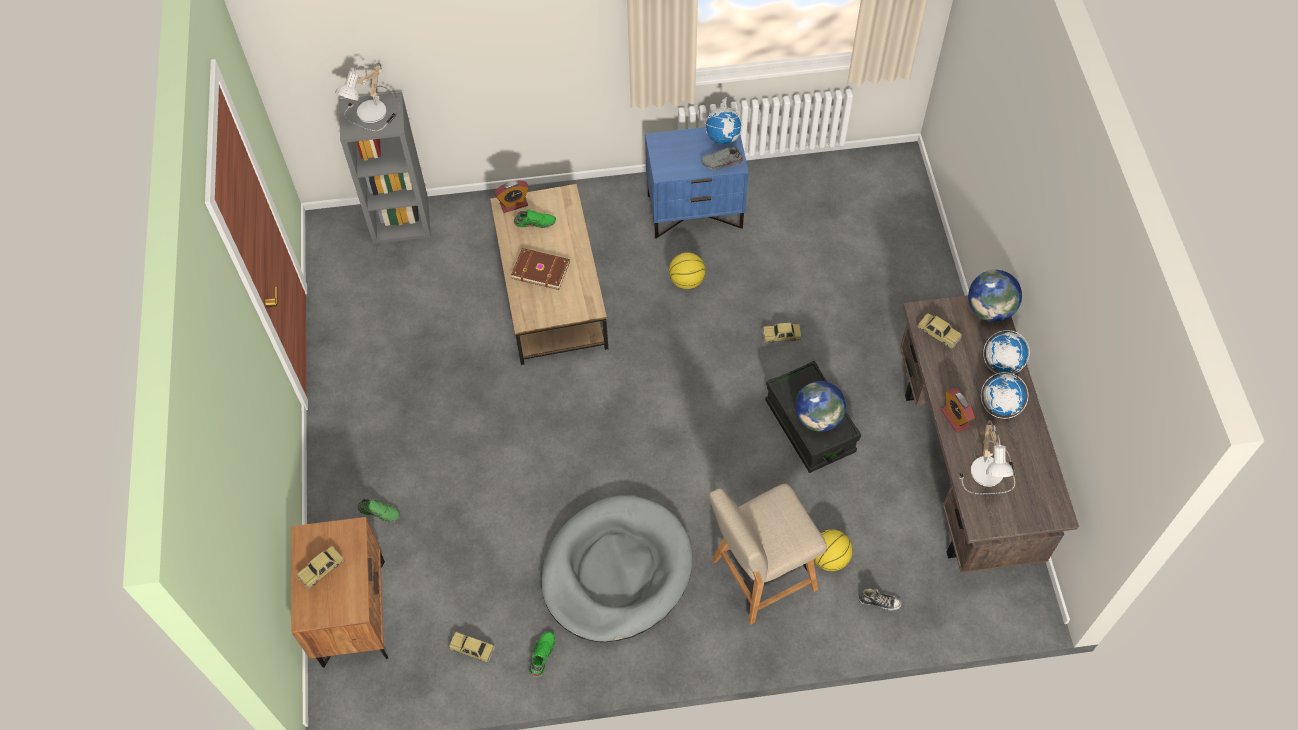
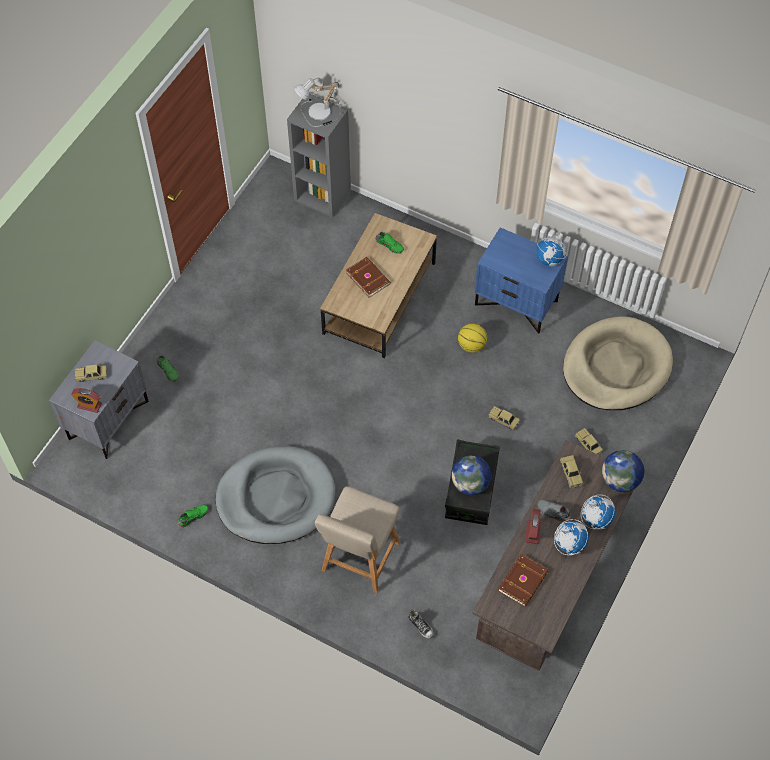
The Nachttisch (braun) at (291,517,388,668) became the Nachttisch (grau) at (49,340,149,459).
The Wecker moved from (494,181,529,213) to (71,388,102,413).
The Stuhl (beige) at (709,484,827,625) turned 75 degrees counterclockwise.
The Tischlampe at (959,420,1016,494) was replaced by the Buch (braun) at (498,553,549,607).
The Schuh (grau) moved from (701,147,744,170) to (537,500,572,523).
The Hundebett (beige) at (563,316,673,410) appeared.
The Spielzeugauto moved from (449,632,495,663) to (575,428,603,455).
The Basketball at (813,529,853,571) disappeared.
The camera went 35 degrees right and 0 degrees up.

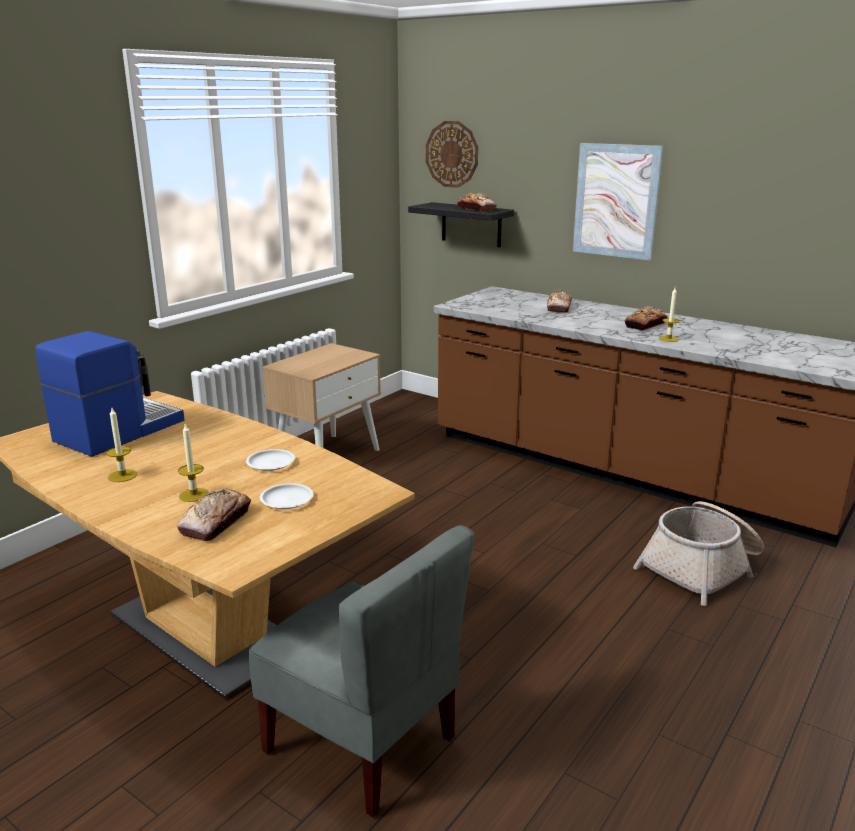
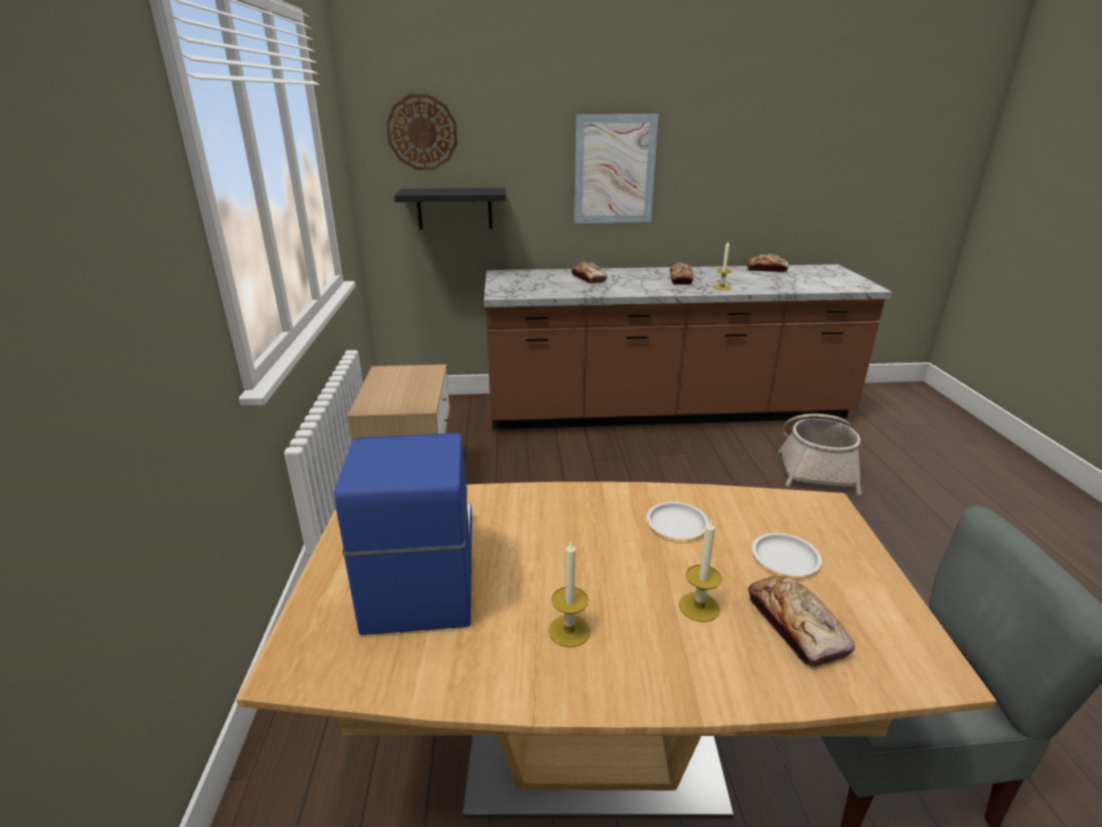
The Brot moved from (457,193,497,211) to (747,254,789,272).
The camera went 40 degrees left and 5 degrees up.

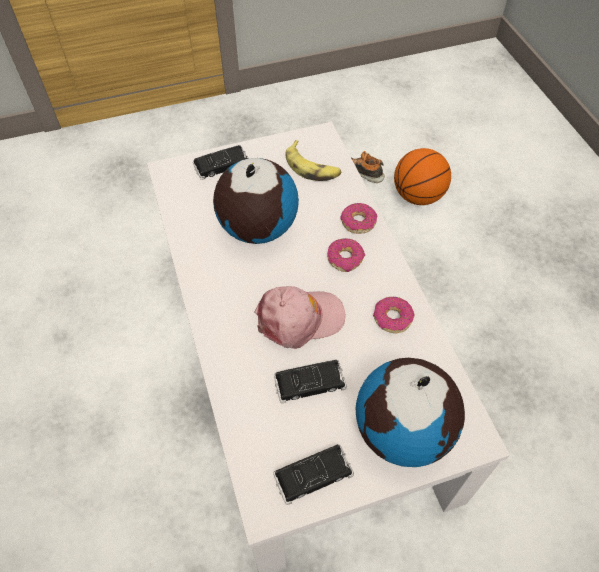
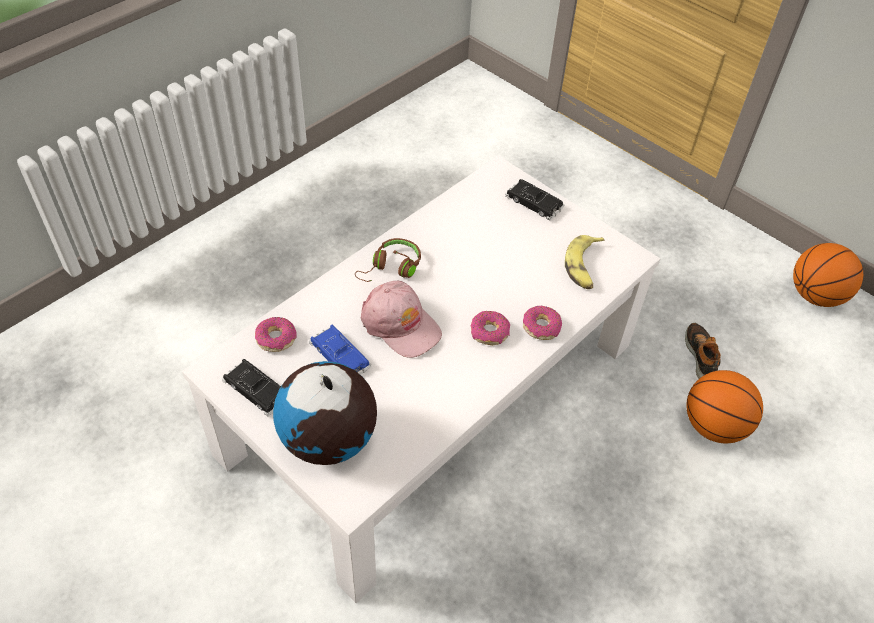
The Donut moved from (373,297,414,333) to (255,317,297,352).
The Spielzeugauto (schwarz) at (274,360,347,403) became the Spielzeugauto (blau) at (309,325,371,374).
The Kopfhörer (braun) at (355,238,421,282) appeared.
The Basketball at (793,243,863,307) appeared.
The Globus at (213,158,299,244) disappeared.
The camera went 60 degrees right and 5 degrees down.

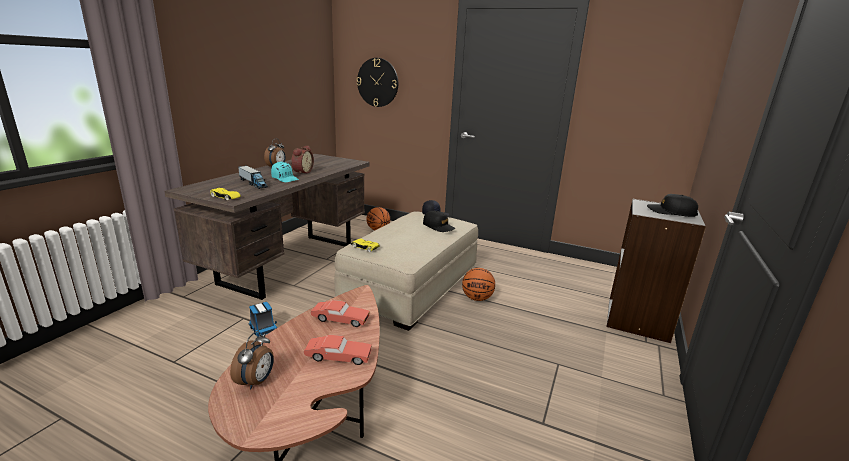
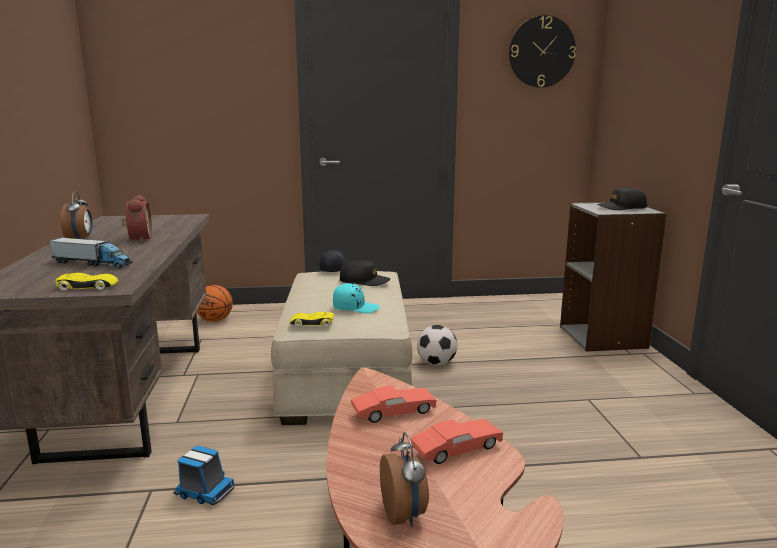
The Kappe (türkis) moved from (271,162,299,182) to (333,283,380,313).
The Basketball at (462,268,495,301) was replaced by the Fußball at (417,325,457,366).
The Wanduhr moved from (357,58,398,107) to (509,15,576,88).
The camera went 30 degrees left and 5 degrees down.

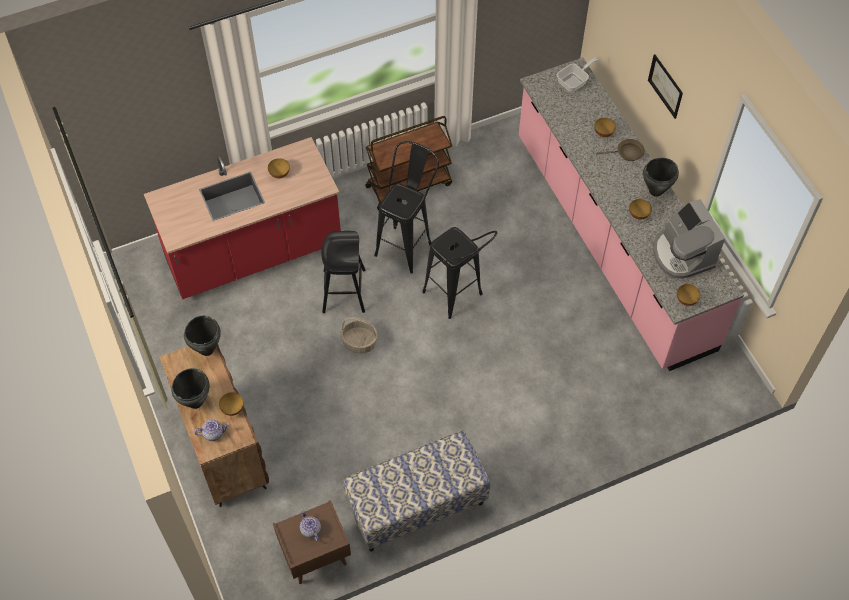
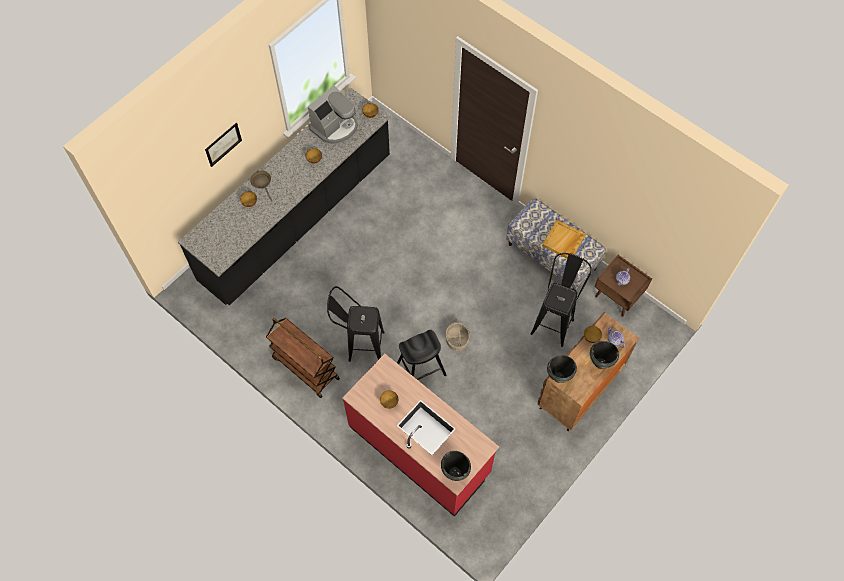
The Küchenzeile (rosa) at (519,57,744,371) became the Küchenzeile (schwarz) at (178,88,391,306).
The Kochtopf (schwarz) moved from (643,158,679,197) to (441,451,471,481).
The Hocker (schwarz) moved from (422,227,497,319) to (531,253,592,347).
The Tablett (beige) at (542,220,586,258) appeared.
The Pfanne at (557,57,598,92) disappeared.
The camera went 115 degrees left and 5 degrees up.

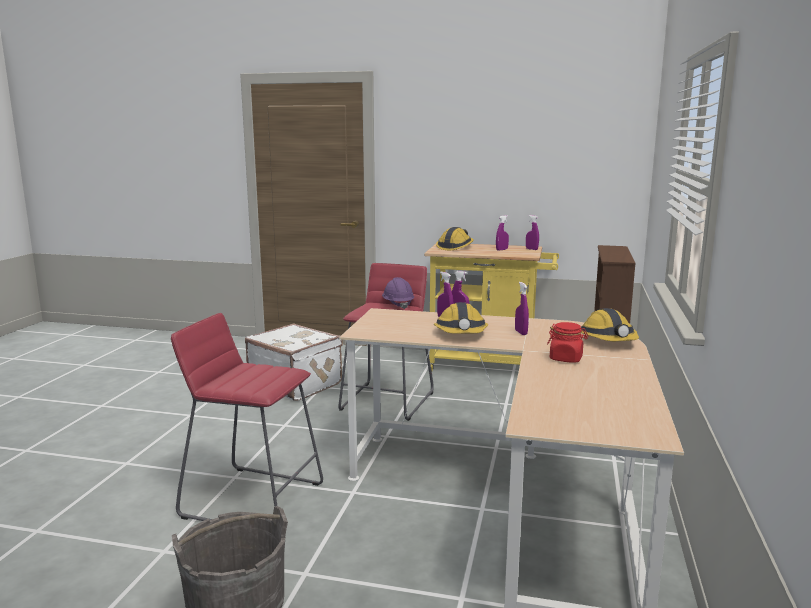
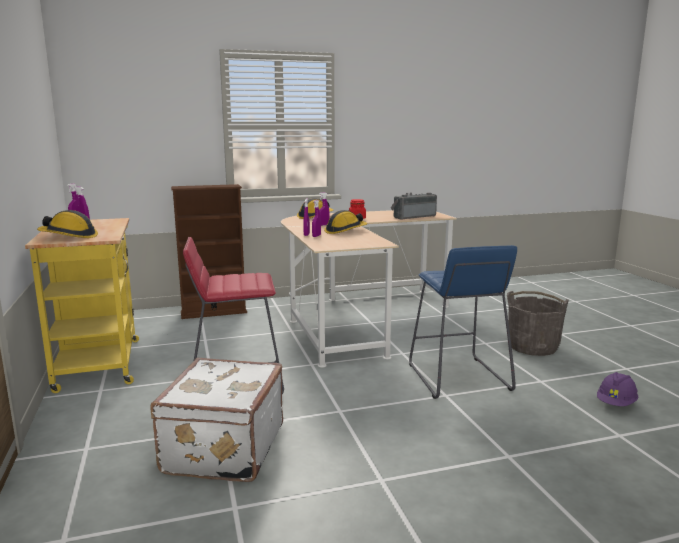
The Radio at (391,192,437,220) appeared.
The Hocker (rot) at (171,313,323,521) became the Hocker (blau) at (409,245,517,399).
The Schutzhelm (lila) moved from (382,277,414,309) to (597,372,638,406).
The camera went 120 degrees left and 0 degrees up.

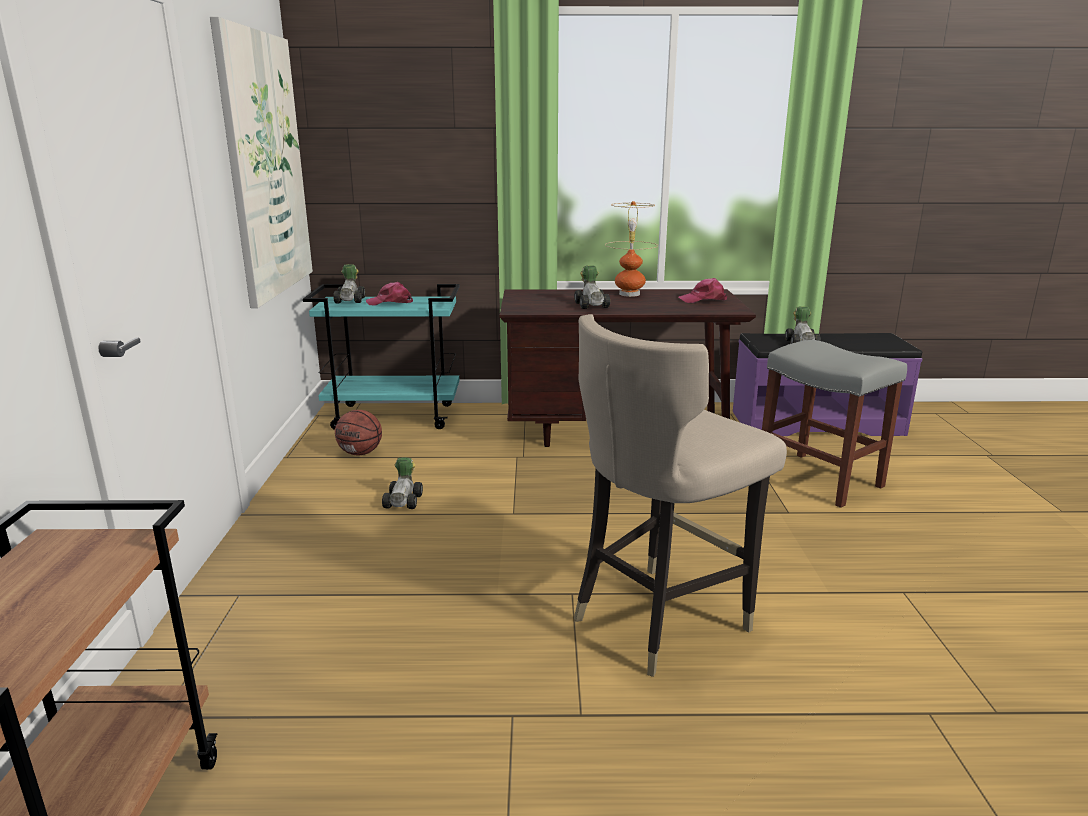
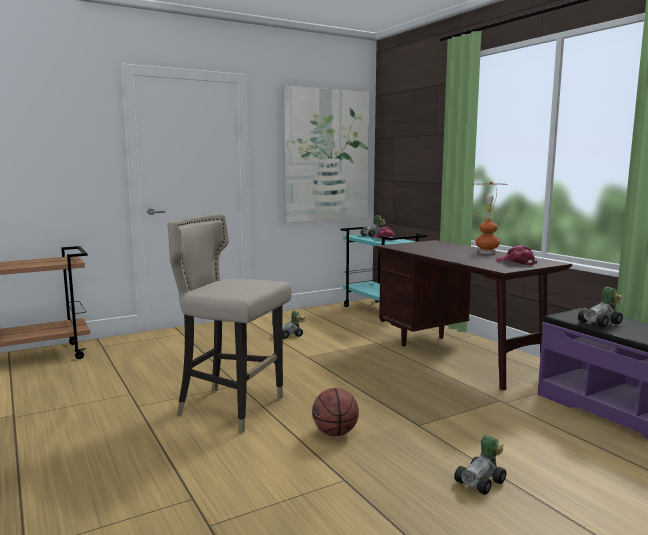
The Basketball moved from (335,410,382,455) to (312,388,359,436).
The Spielzeugauto moved from (574,265,610,309) to (454,435,506,495).
The Hocker (grau) at (762,340,907,508) disappeared.
The camera went 60 degrees right and 10 degrees down.

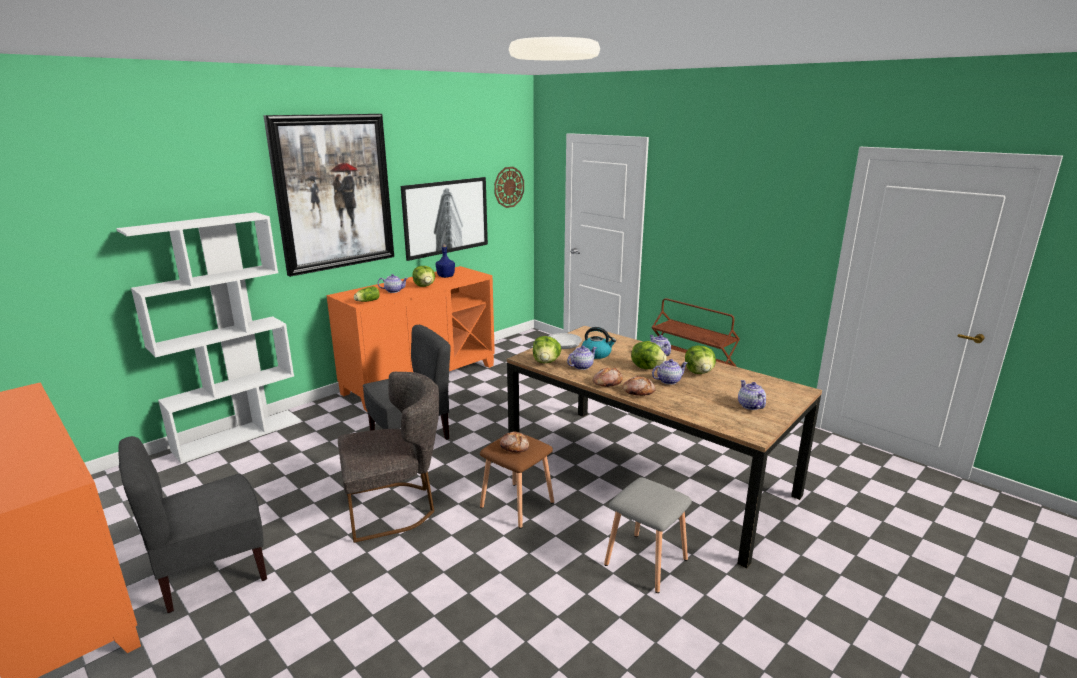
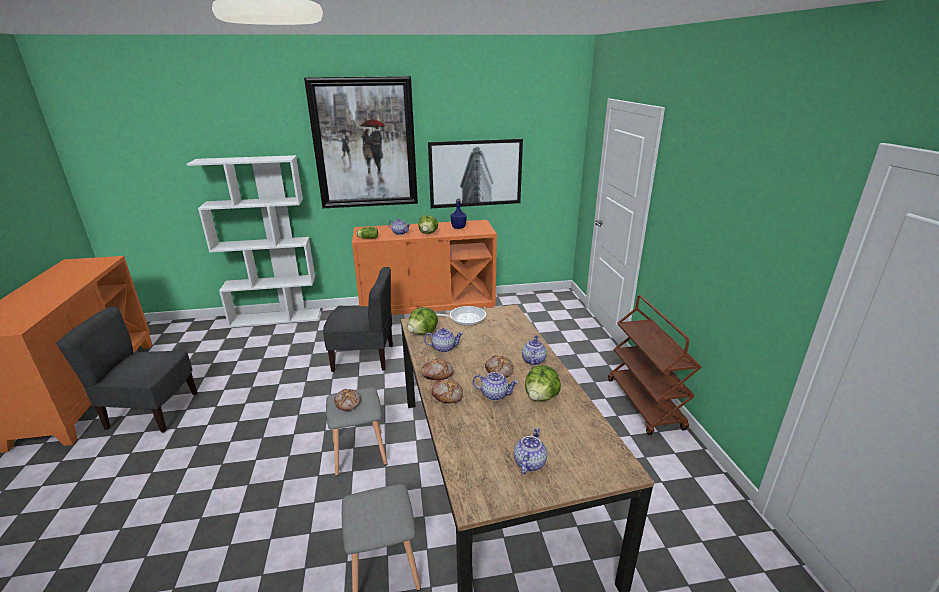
The Hocker (braun) at (480,431,554,529) became the Hocker (grau) at (326,387,388,476).
The Salatkopf at (631,341,667,369) was replaced by the Brot at (485,355,514,378).
The Stuhl (grau) at (338,372,439,543) disappeared.
The Wanduhr at (494,167,524,208) disappeared.
The Wasserkessel at (582,327,616,359) disappeared.
The camera went 35 degrees right and 5 degrees up.

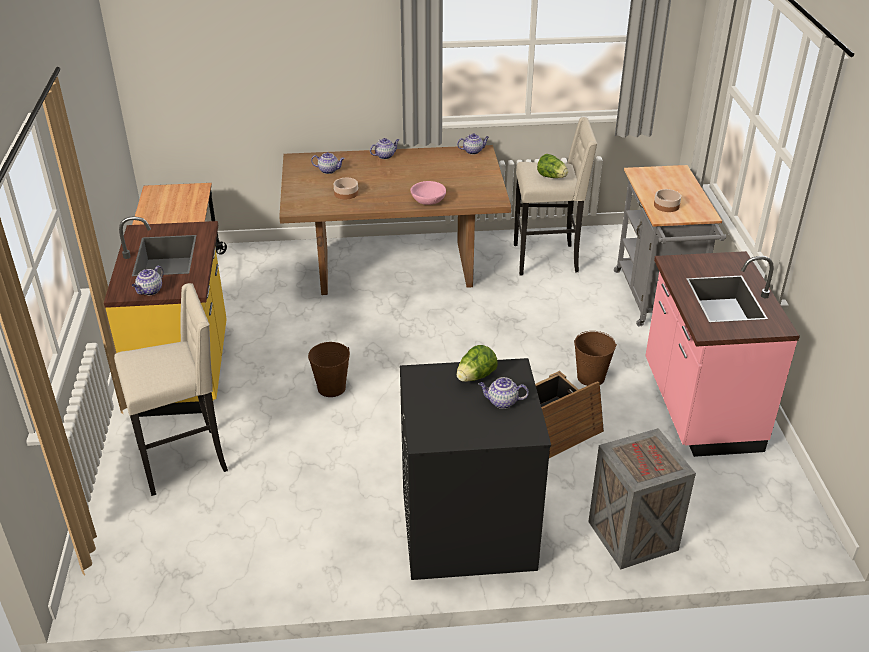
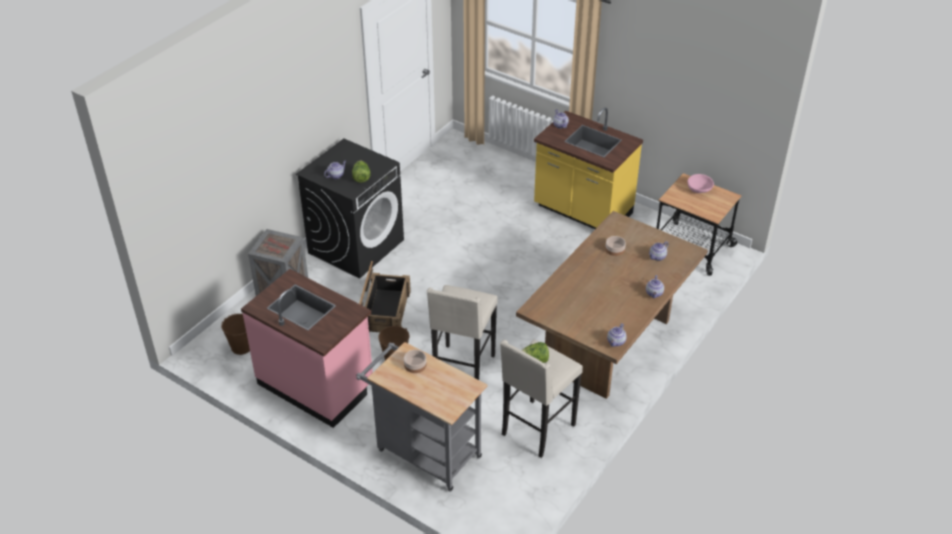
The Eimer (braun) moved from (308,342,350,397) to (221,313,250,355).
The Hocker (beige) moved from (114,283,228,496) to (427,285,498,380).
The Schüssel (rosa) moved from (410,181,446,205) to (687,174,714,193).
The camera went 130 degrees right and 5 degrees up.

